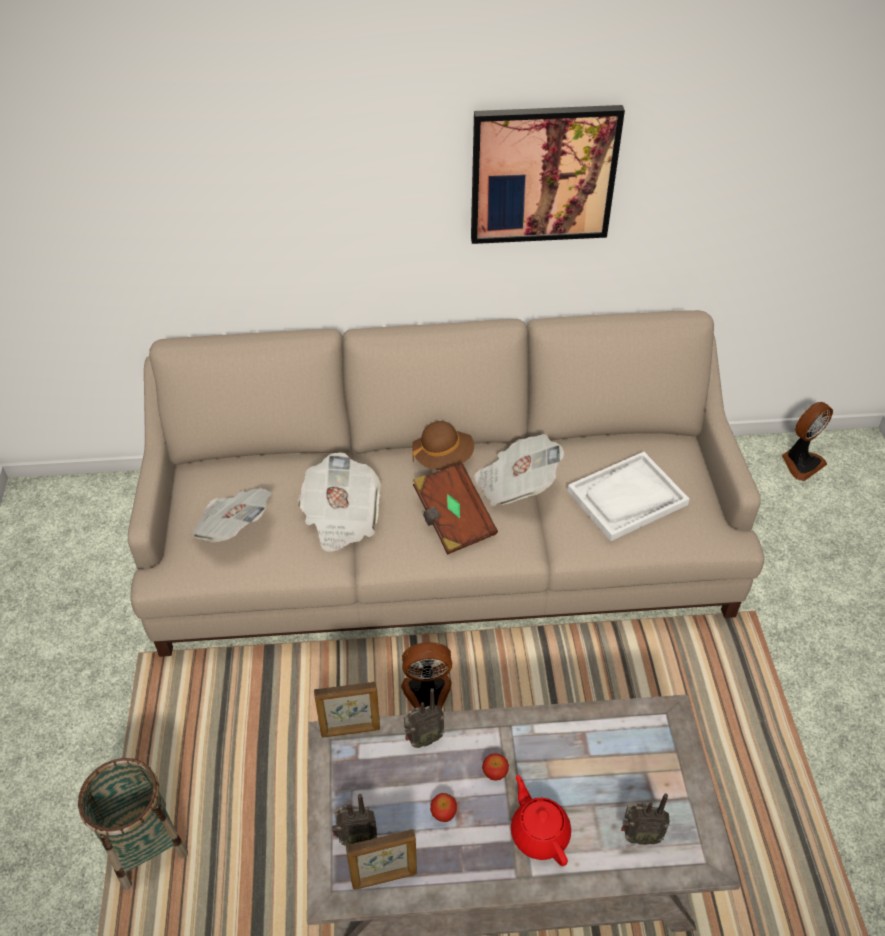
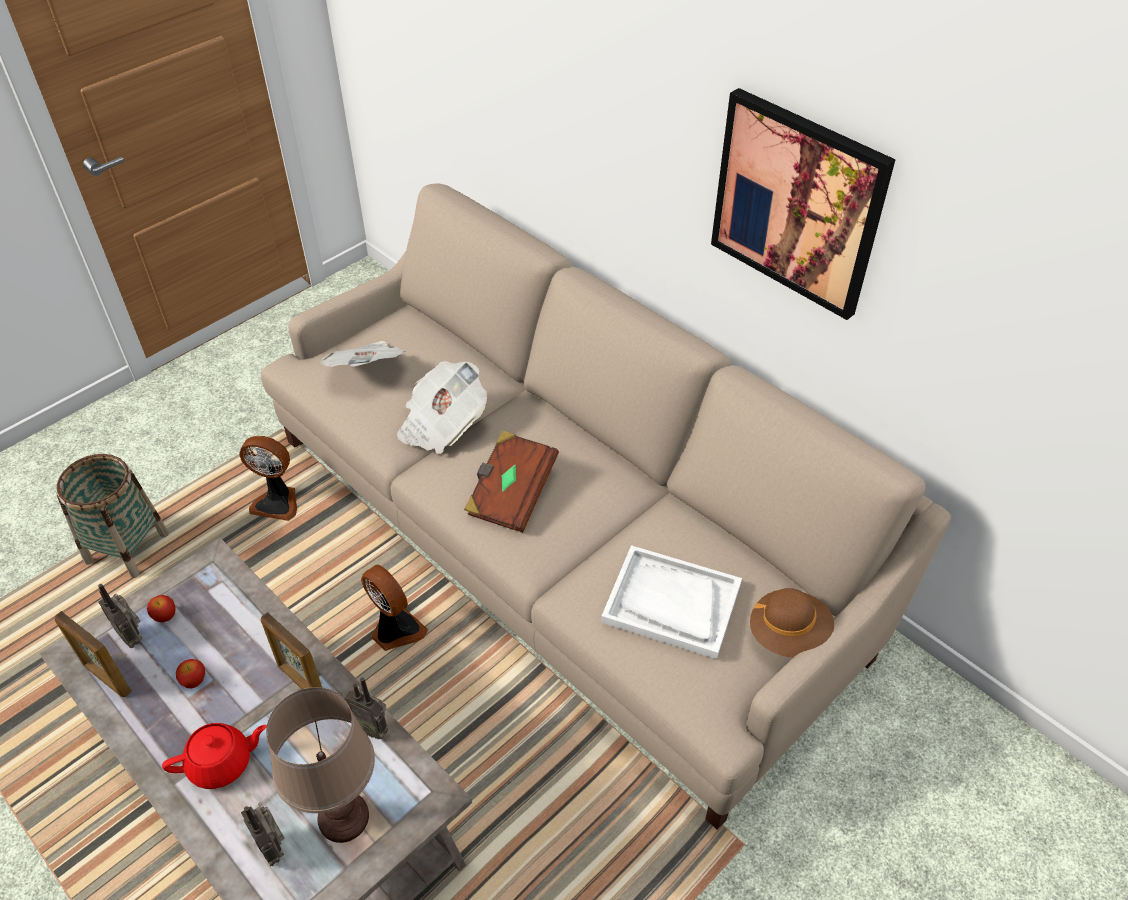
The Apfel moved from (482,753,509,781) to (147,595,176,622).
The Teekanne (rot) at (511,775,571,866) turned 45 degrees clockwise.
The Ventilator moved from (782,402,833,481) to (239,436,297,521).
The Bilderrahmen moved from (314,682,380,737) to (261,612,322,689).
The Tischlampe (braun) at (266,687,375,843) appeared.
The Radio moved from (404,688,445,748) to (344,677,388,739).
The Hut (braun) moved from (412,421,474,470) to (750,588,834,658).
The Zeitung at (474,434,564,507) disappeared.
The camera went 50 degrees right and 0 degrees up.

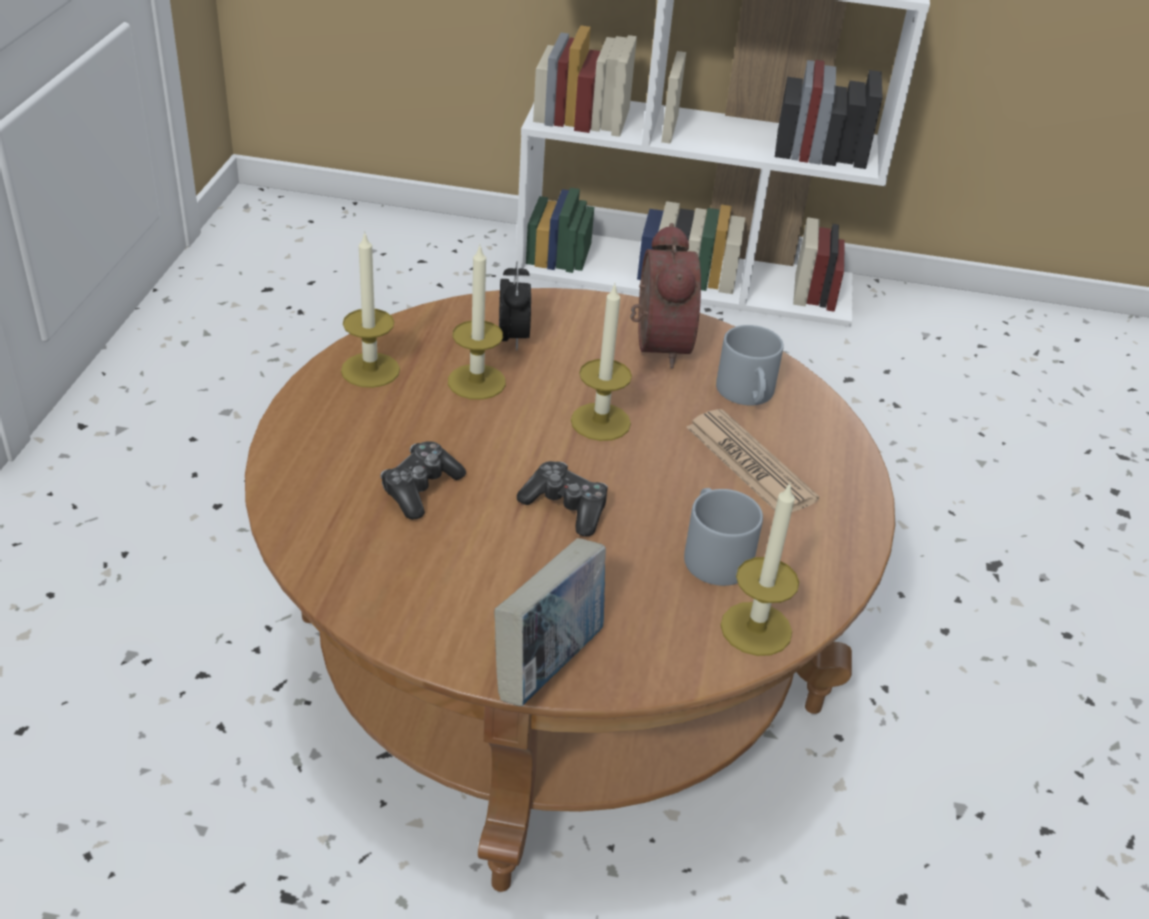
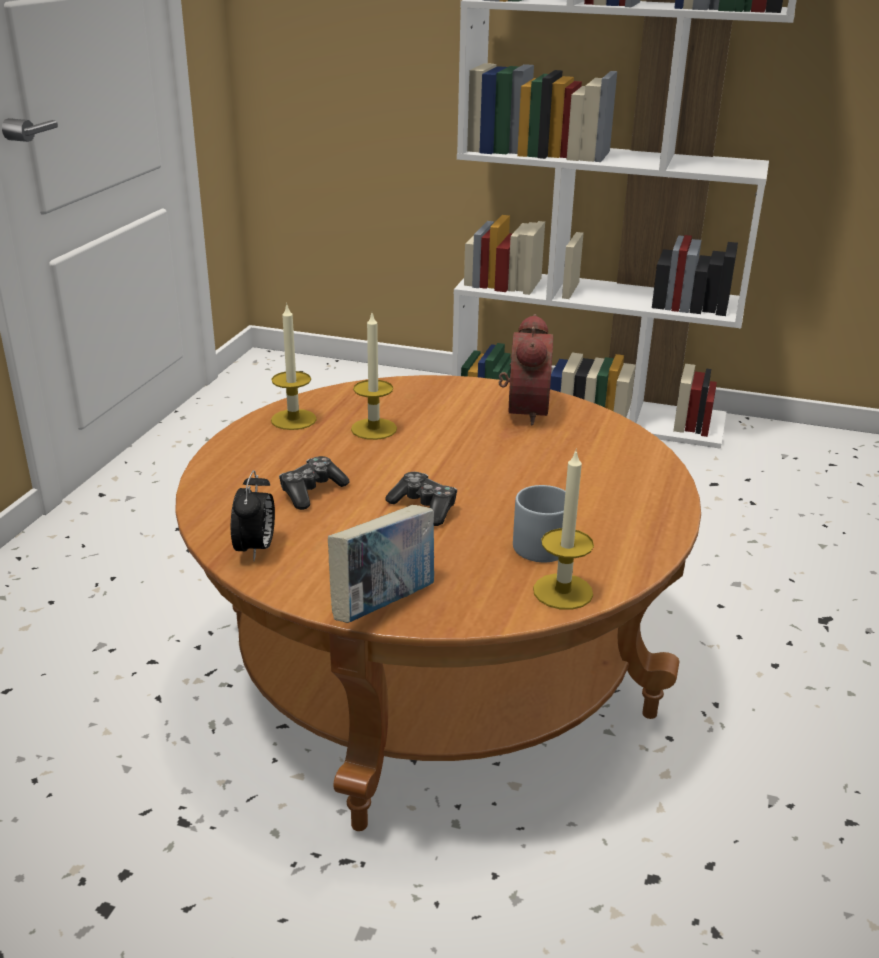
The Wecker moved from (499,261,531,351) to (231,470,275,561).
The Kerze at (571,283,632,441) disappeared.
The Zeitung at (686,409,819,512) disappeared.
The Henkelbecher (grau) at (716,325,784,405) disappeared.
The camera went 10 degrees right and 10 degrees down.

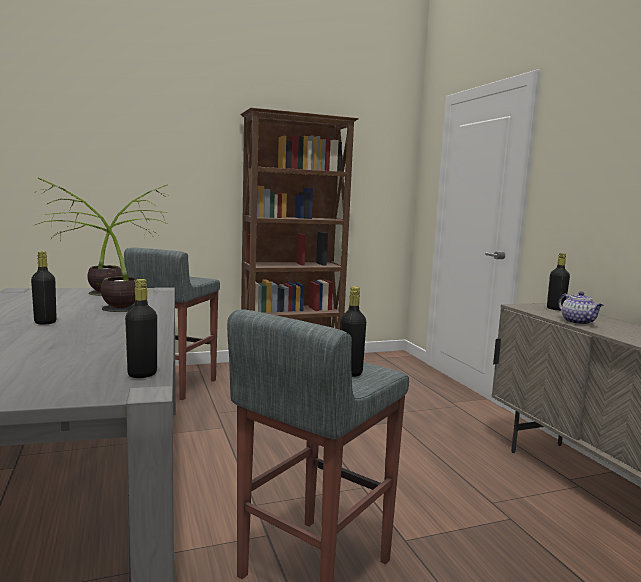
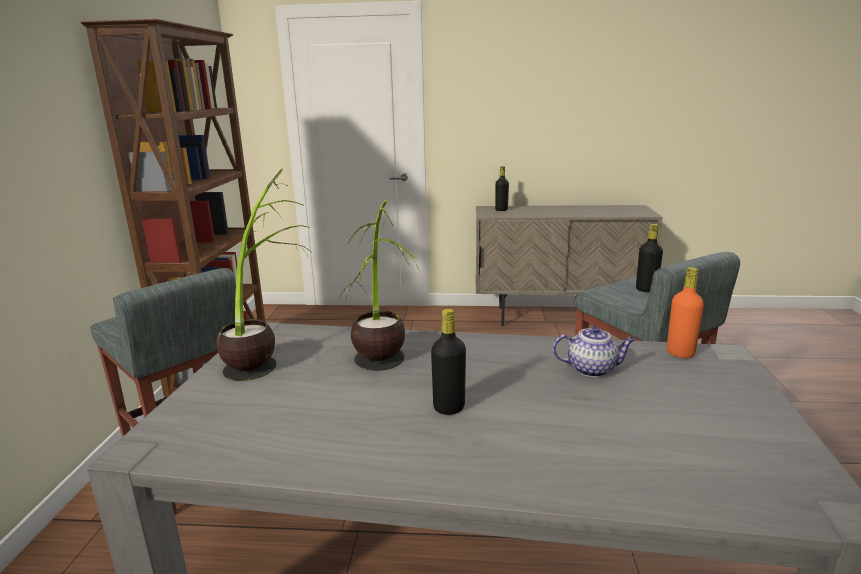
The Teekanne moved from (558,291,603,325) to (553,326,636,377).
The Flasche (schwarz) at (125,279,157,378) became the Flasche (orange) at (667,267,704,358).
The camera went 65 degrees left and 10 degrees up.

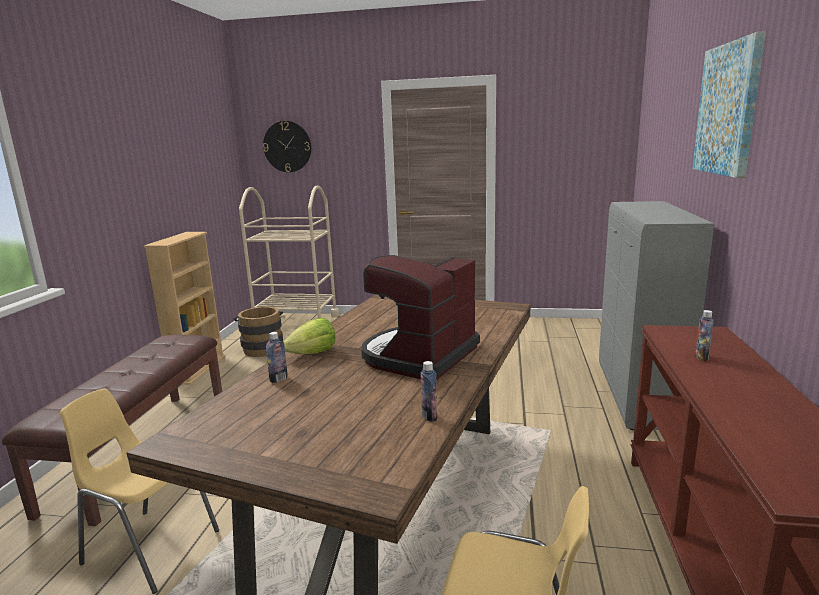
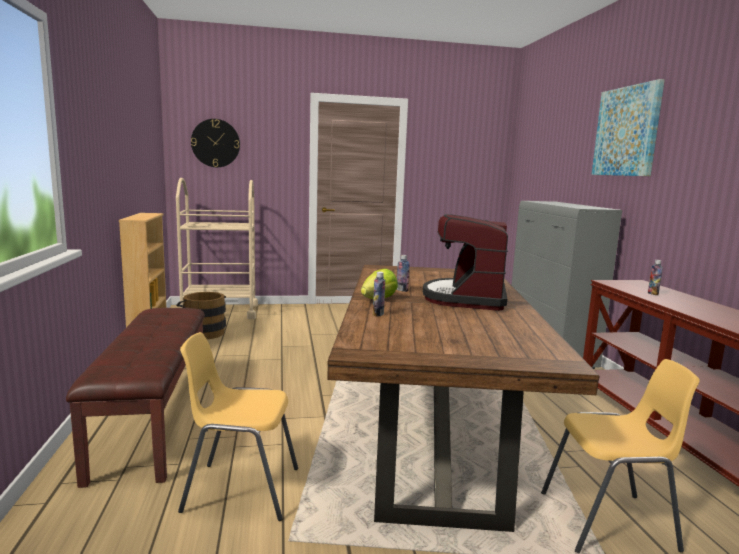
The Flasche moved from (420,361,438,422) to (397,255,409,292).
The camera went 20 degrees left and 5 degrees down.

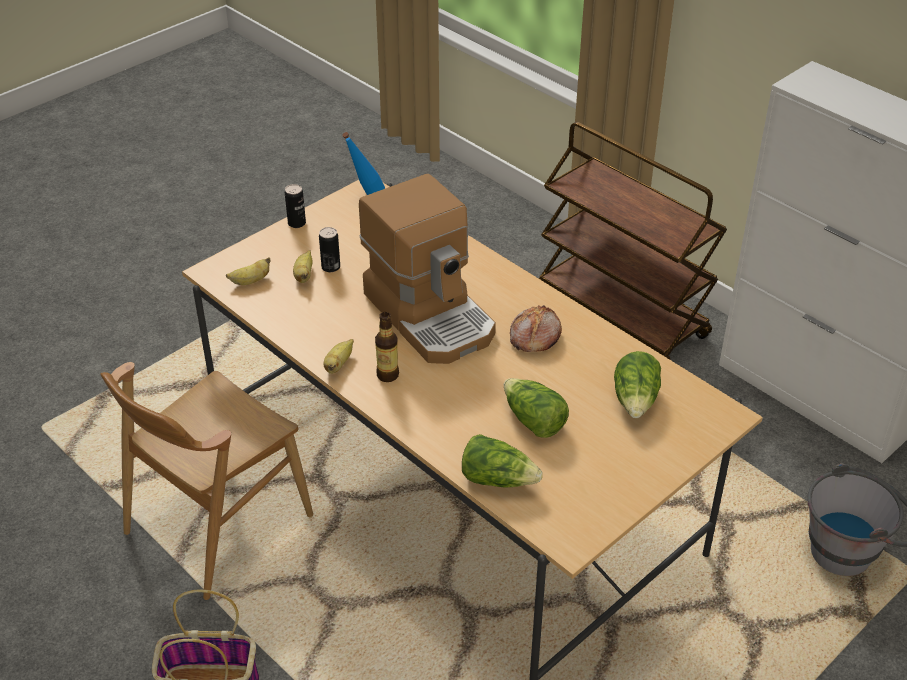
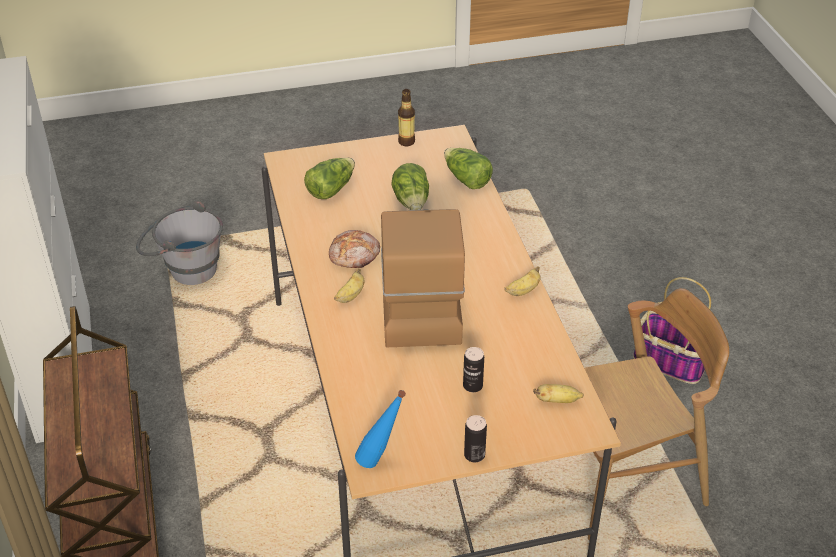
The Banane moved from (293,250,313,283) to (334,268,364,303).
The Flasche moved from (375,312,399,382) to (398,89,415,146).
The camera went 150 degrees left and 0 degrees up.

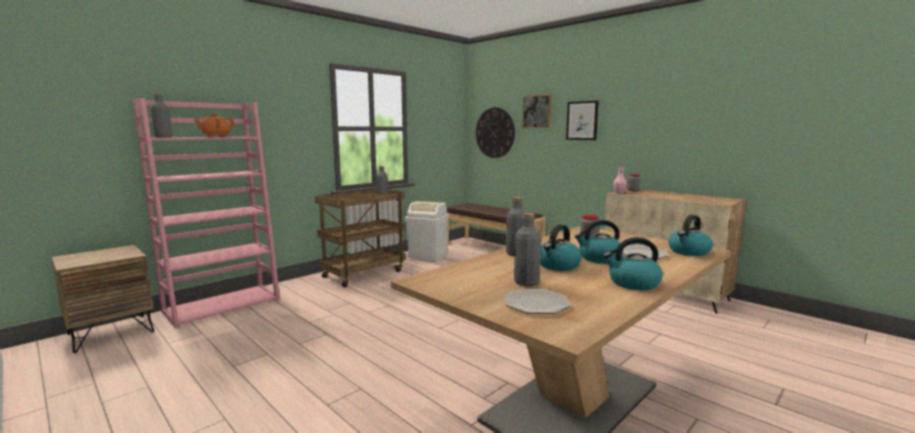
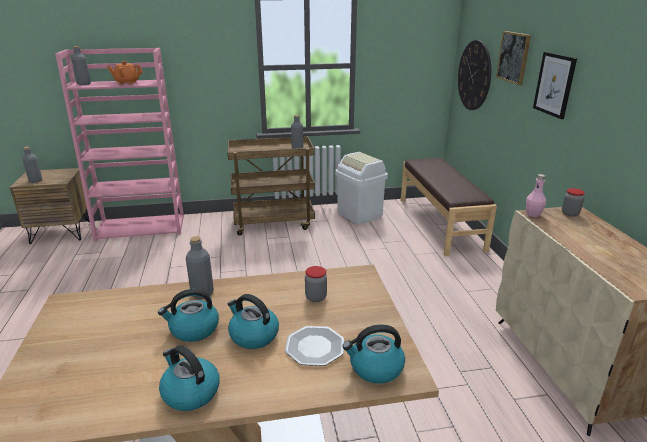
The Flasche (grau) moved from (514,213,541,286) to (23,147,42,183).
The Teller at (504,289,570,314) disappeared.
The camera went 35 degrees right and 15 degrees up.

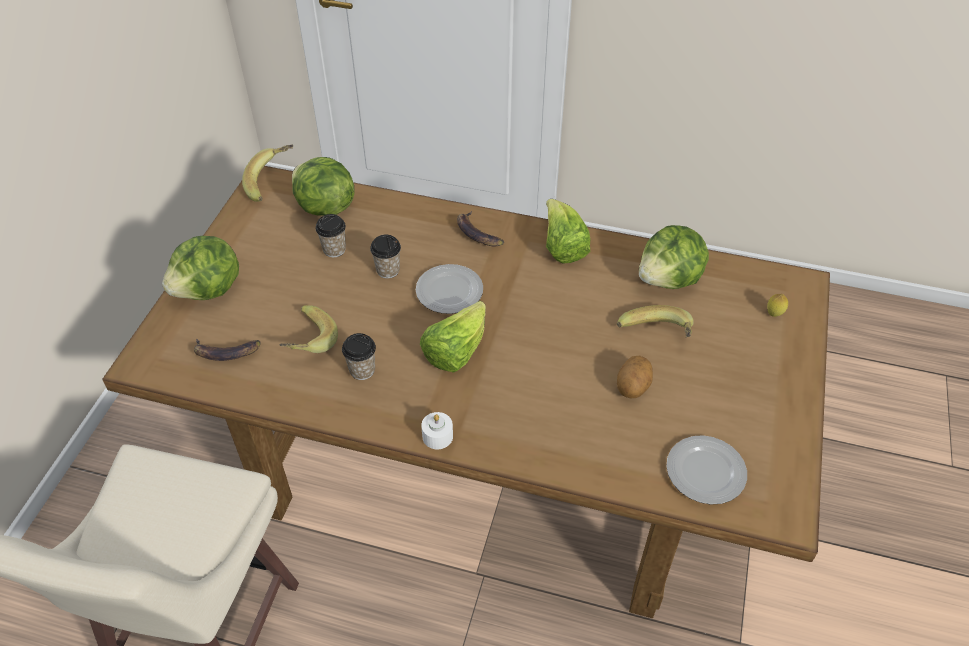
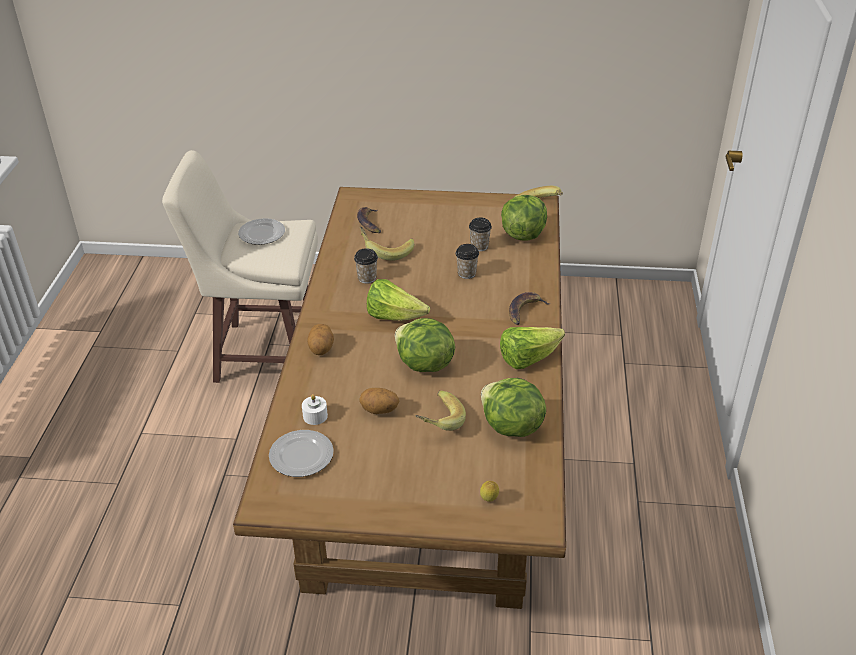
The Teller moved from (416,264,483,314) to (238,218,285,245).
The Kerze (weiß) moved from (421,412,453,449) to (302,394,328,425).
The Kartoffel at (307,324,334,355) appeared.
The Salatkopf moved from (162,236,239,300) to (395,318,455,372).
The camera went 80 degrees right and 10 degrees down.

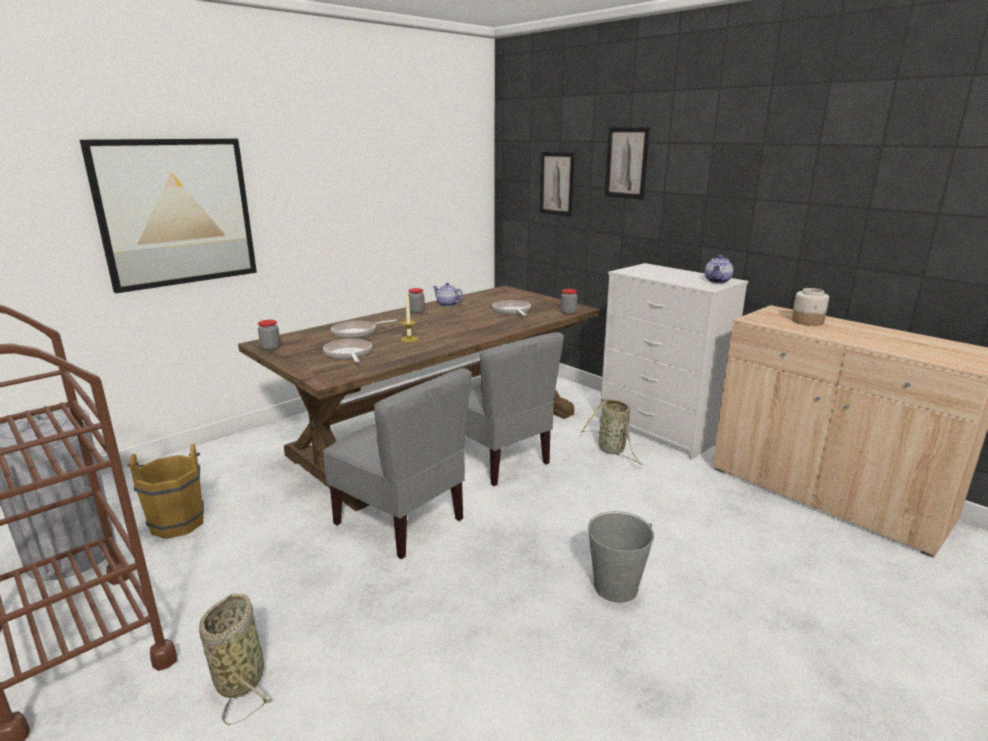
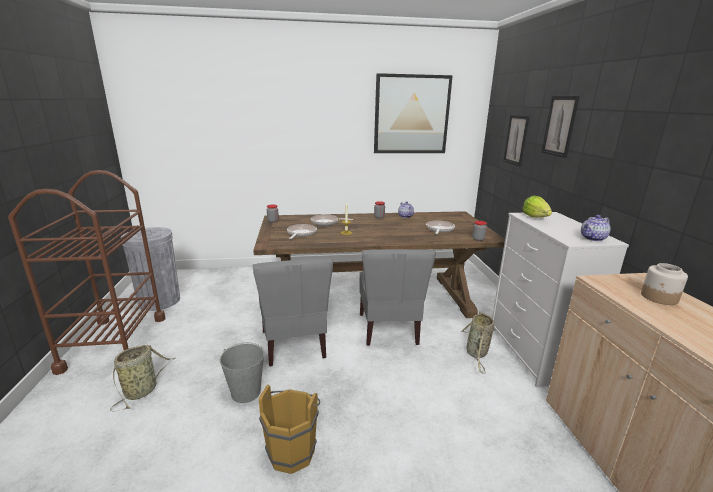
The Eimer (grau) moved from (588,511,654,603) to (220,343,264,403).
The Eimer (braun) moved from (127,444,204,539) to (259,384,320,474).
The Bild moved from (80,139,257,293) to (374,73,453,153).
The Salatkopf at (522,195,552,218) appeared.
The camera went 35 degrees right and 0 degrees up.

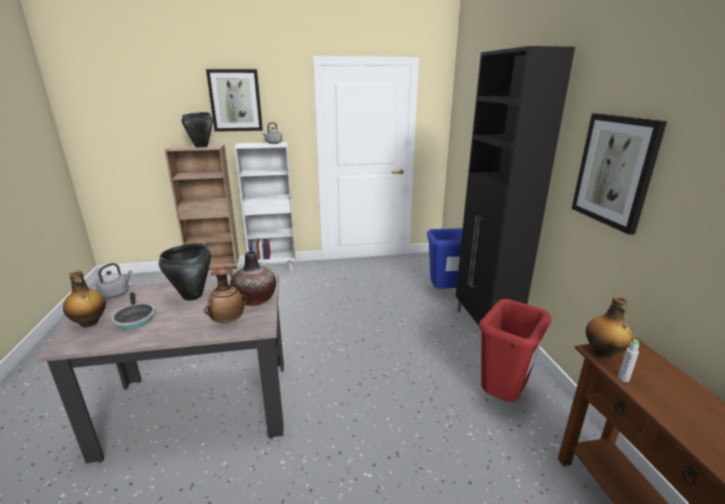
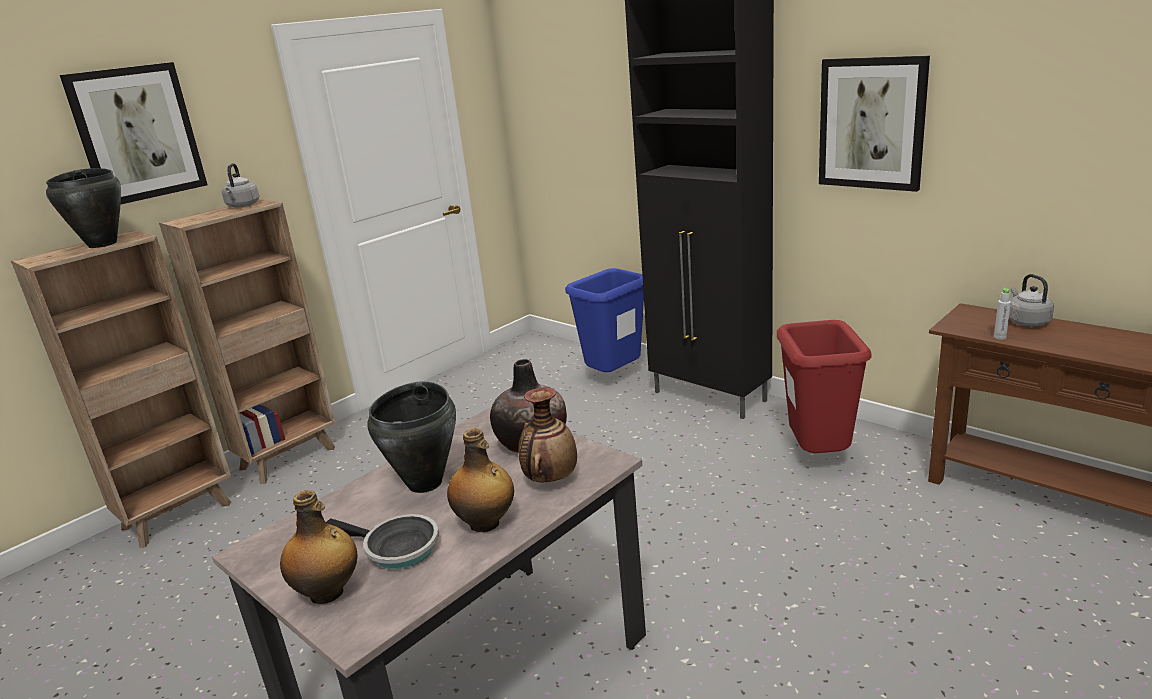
The Bücherregal (weiß) at (234,142,296,273) became the Bücherregal (braun) at (159,199,336,484).
The Flasche moved from (586,296,633,359) to (447,428,514,532).
The Wasserkessel (grau) moved from (96,263,132,298) to (1009,274,1054,327).
The camera went 35 degrees left and 0 degrees up.

